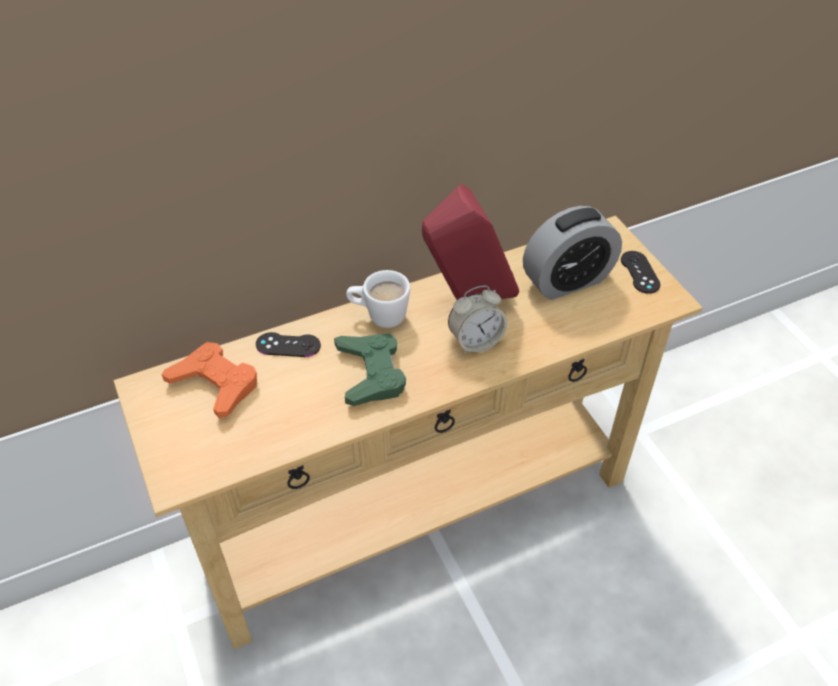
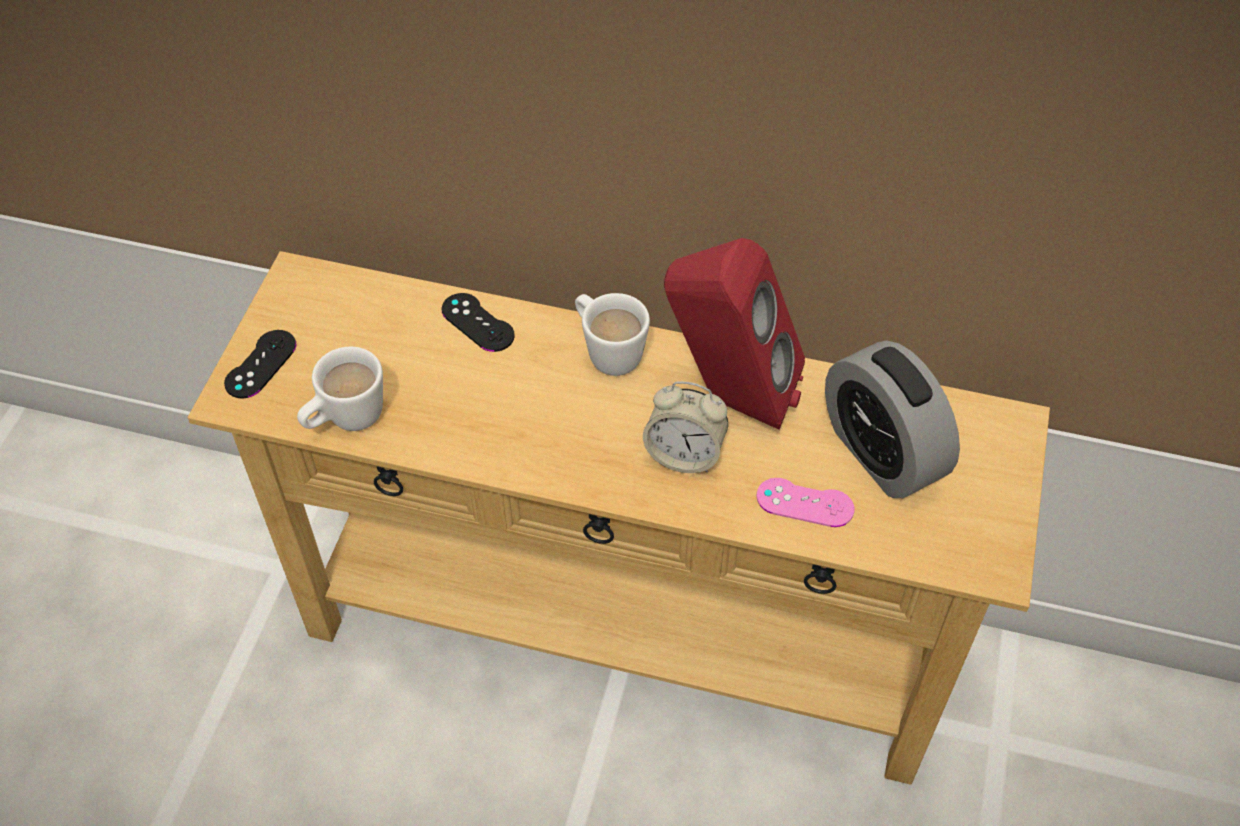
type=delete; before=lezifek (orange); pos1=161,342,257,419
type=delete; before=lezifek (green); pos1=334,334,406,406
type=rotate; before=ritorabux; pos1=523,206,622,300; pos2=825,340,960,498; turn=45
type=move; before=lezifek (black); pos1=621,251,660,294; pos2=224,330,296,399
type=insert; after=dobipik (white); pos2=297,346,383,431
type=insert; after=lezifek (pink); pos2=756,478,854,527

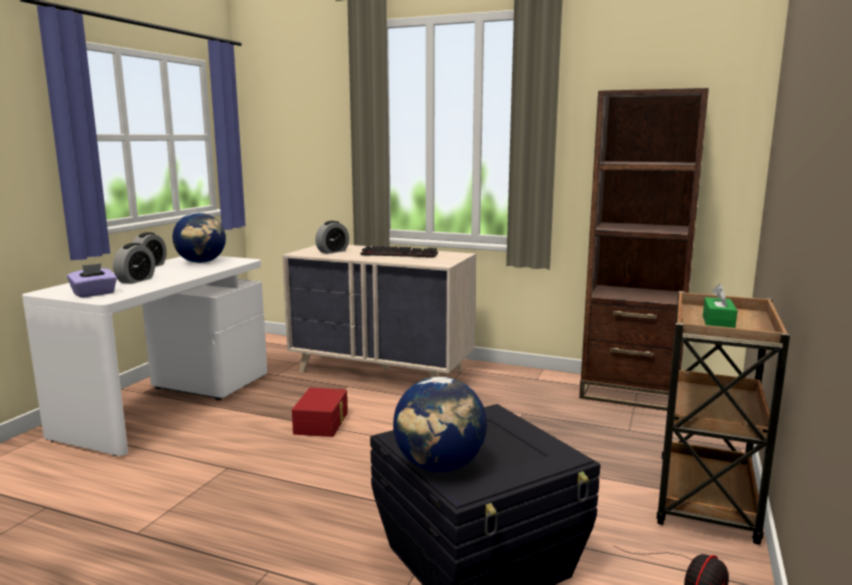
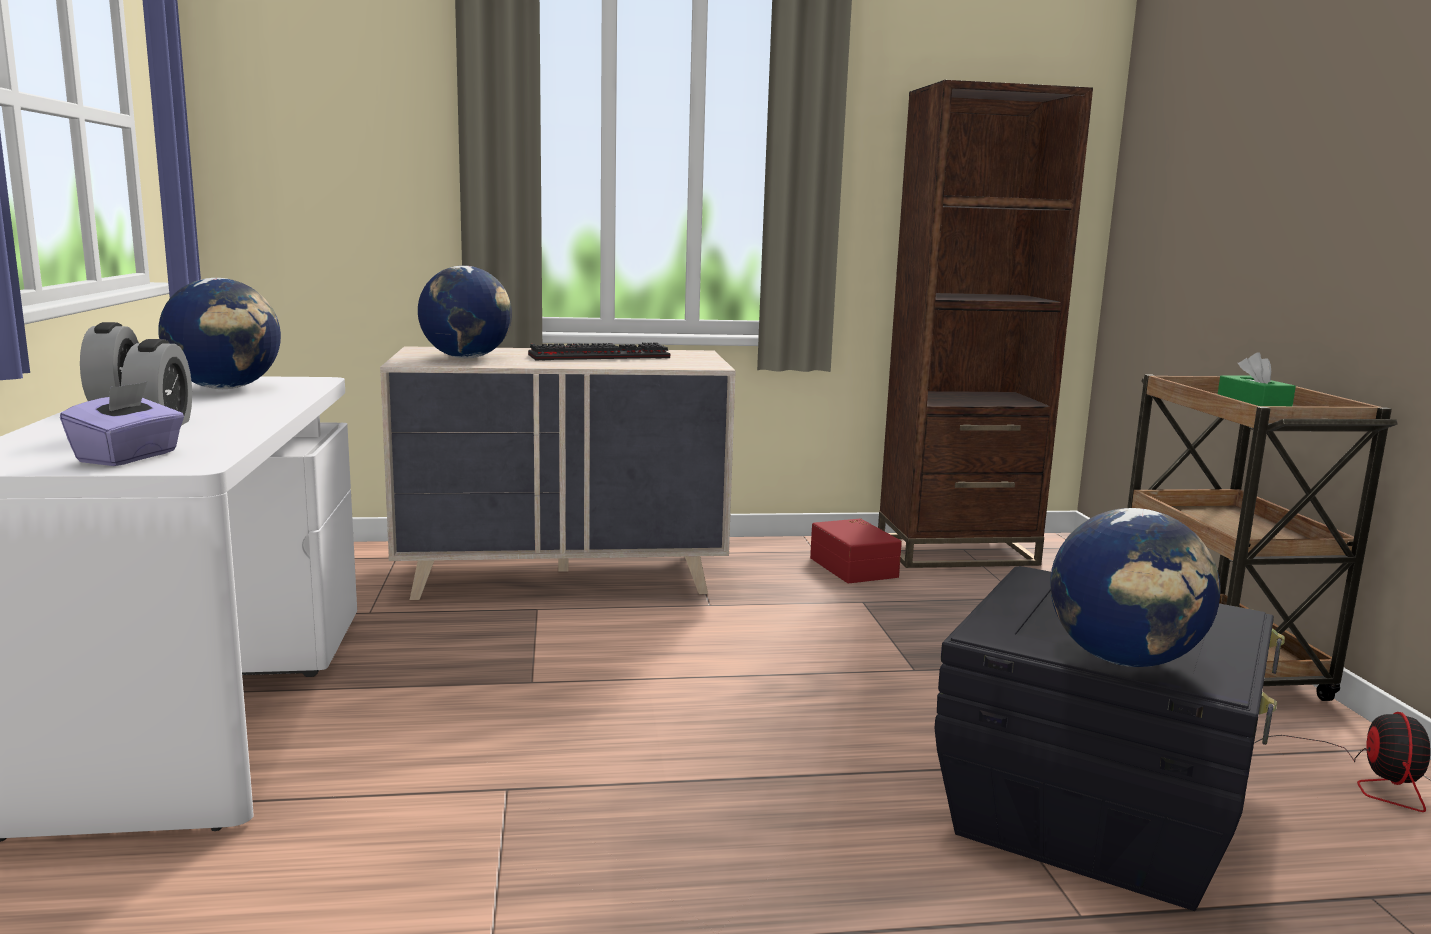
type=move; before=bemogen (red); pos1=292,388,348,437; pos2=810,518,902,583
type=replace; before=ritorabux; after=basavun; pos1=315,221,349,254; pos2=418,266,512,358

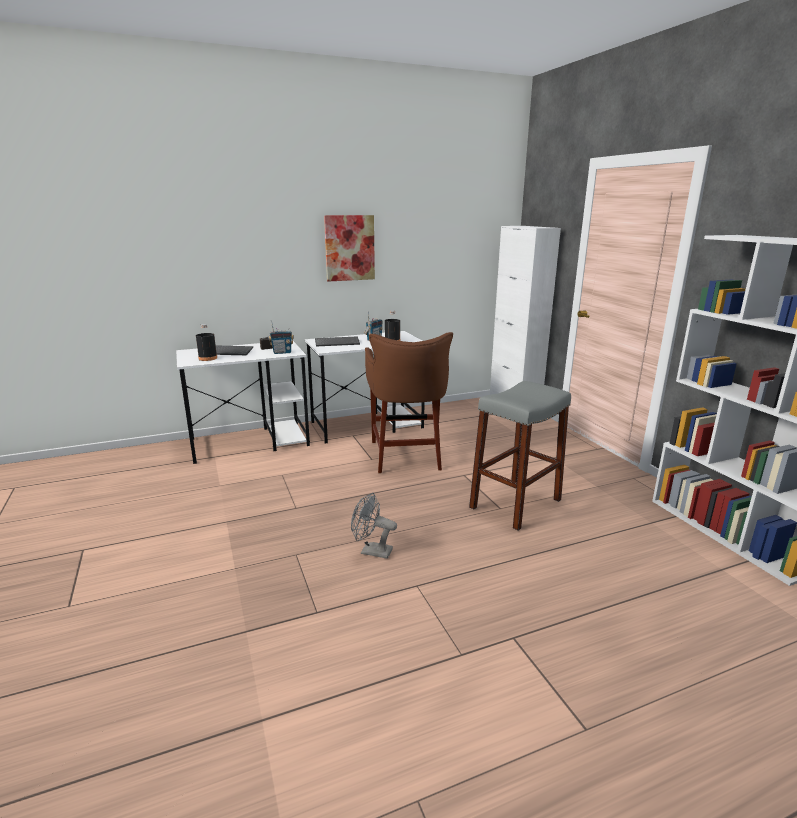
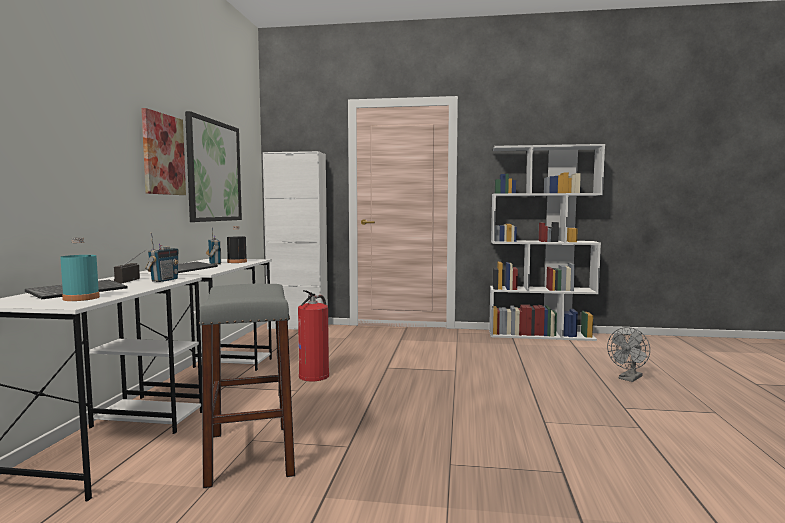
type=recolor; before=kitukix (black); after=kitukix (turquoise); pos1=196,324,217,361; pos2=60,237,100,301
type=move; before=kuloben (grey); pos1=351,493,397,559; pos2=607,327,650,382
type=replace; before=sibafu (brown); after=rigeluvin; pos1=365,332,453,473; pos2=298,290,329,381
type=move; before=sibafu (grey); pos1=469,381,571,530; pos2=199,284,295,488
type=insert; after=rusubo; pos2=185,111,242,222

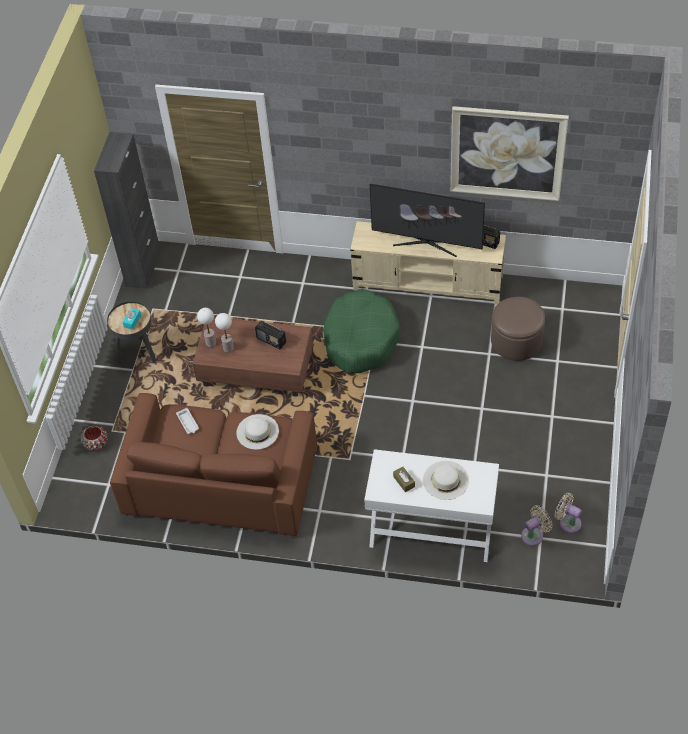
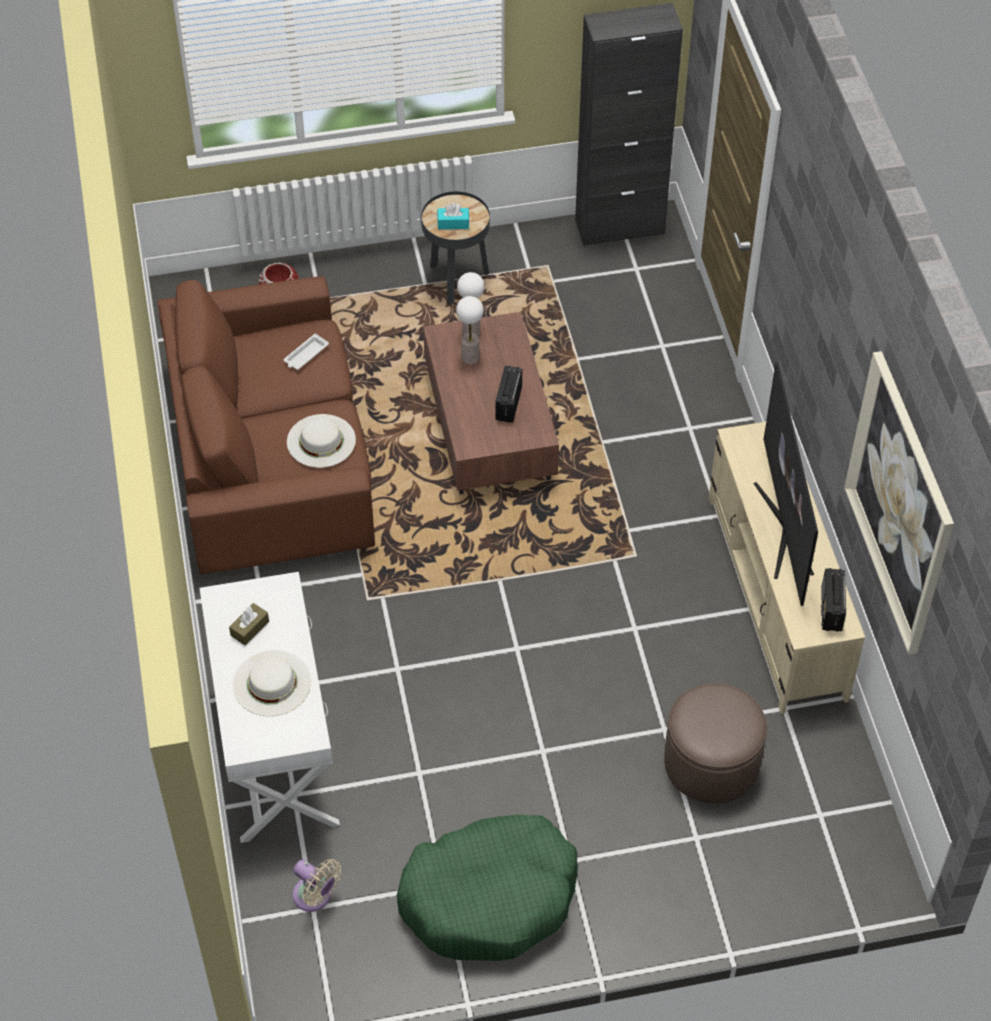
type=move; before=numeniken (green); pos1=323,289,400,373; pos2=397,815,578,961
type=delete; before=kuloben (beige); pos1=555,493,582,533

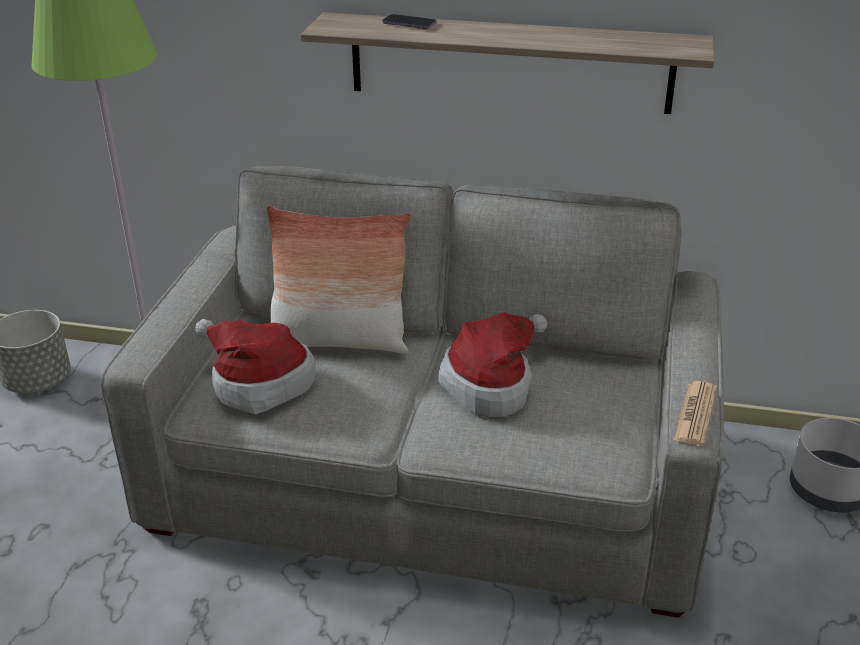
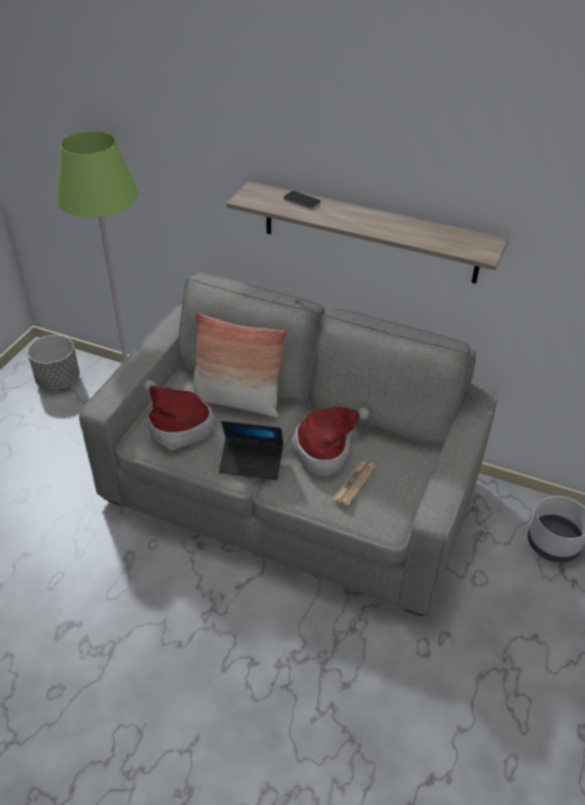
type=move; before=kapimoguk; pos1=673,381,717,446; pos2=333,461,376,506
type=insert; after=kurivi; pos2=219,421,283,480

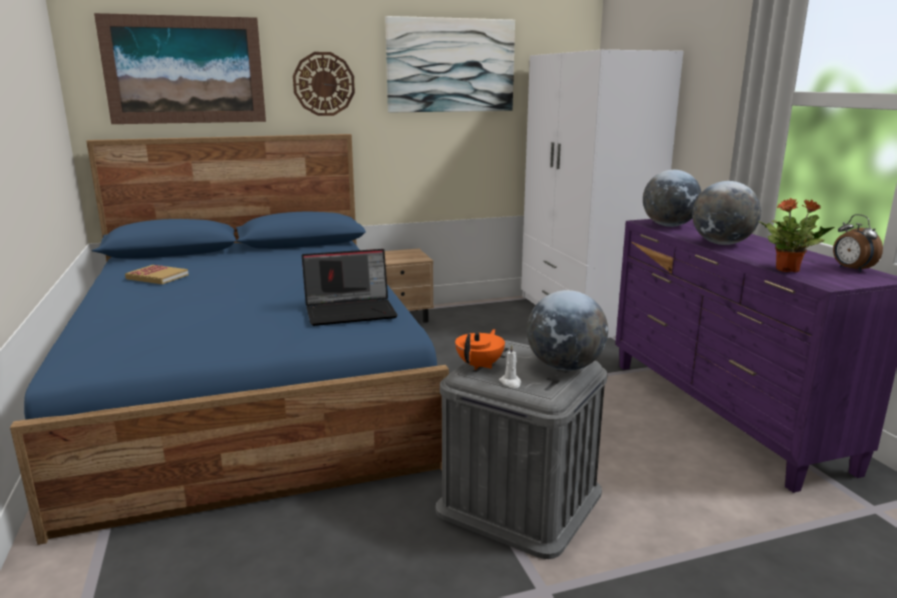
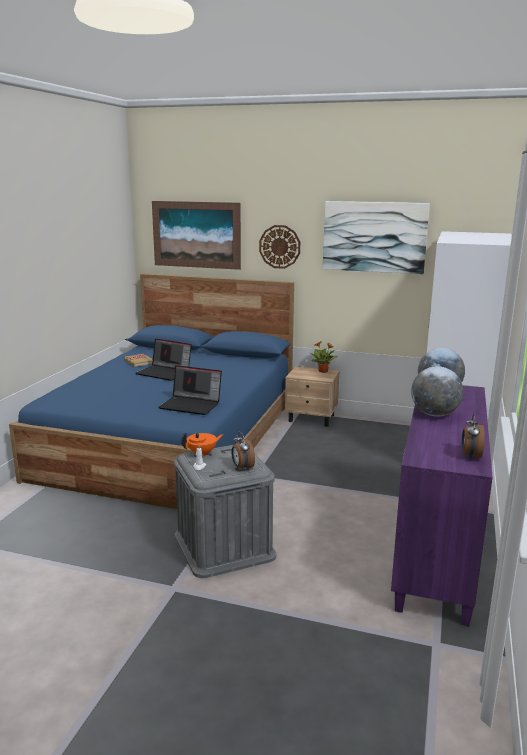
type=replace; before=basavun; after=ritorabux; pos1=527,290,608,371; pos2=231,432,255,471
type=move; before=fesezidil; pos1=758,198,835,273; pos2=311,341,338,373
type=insert; after=kurivi; pos2=136,339,192,381

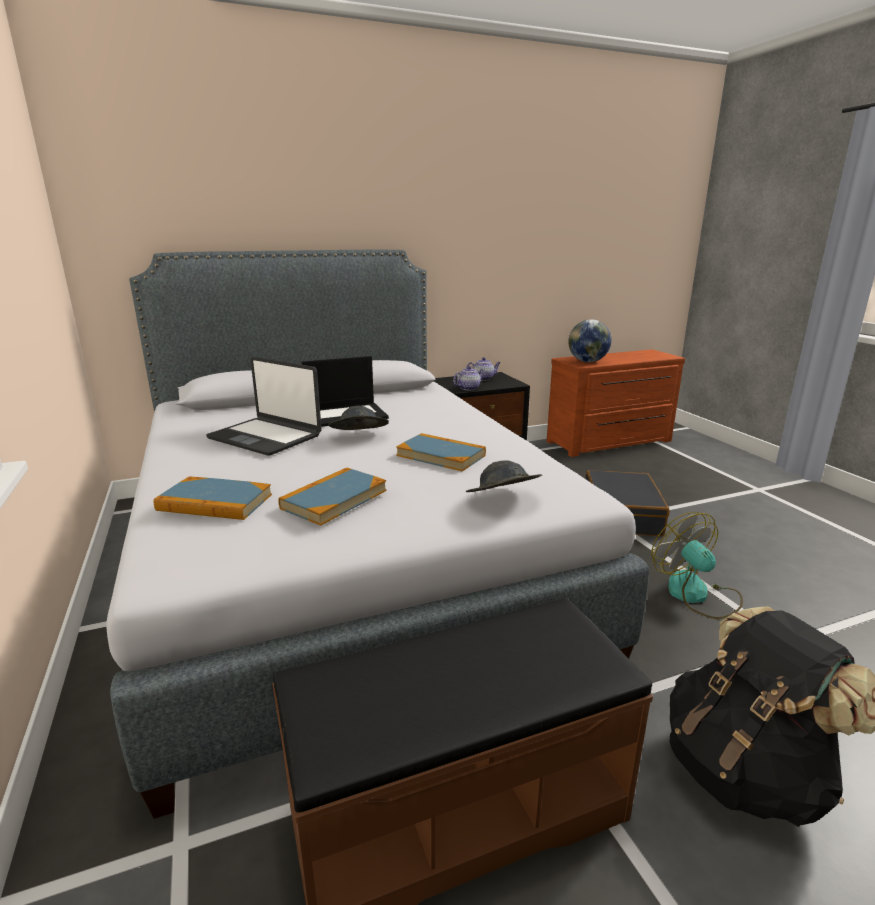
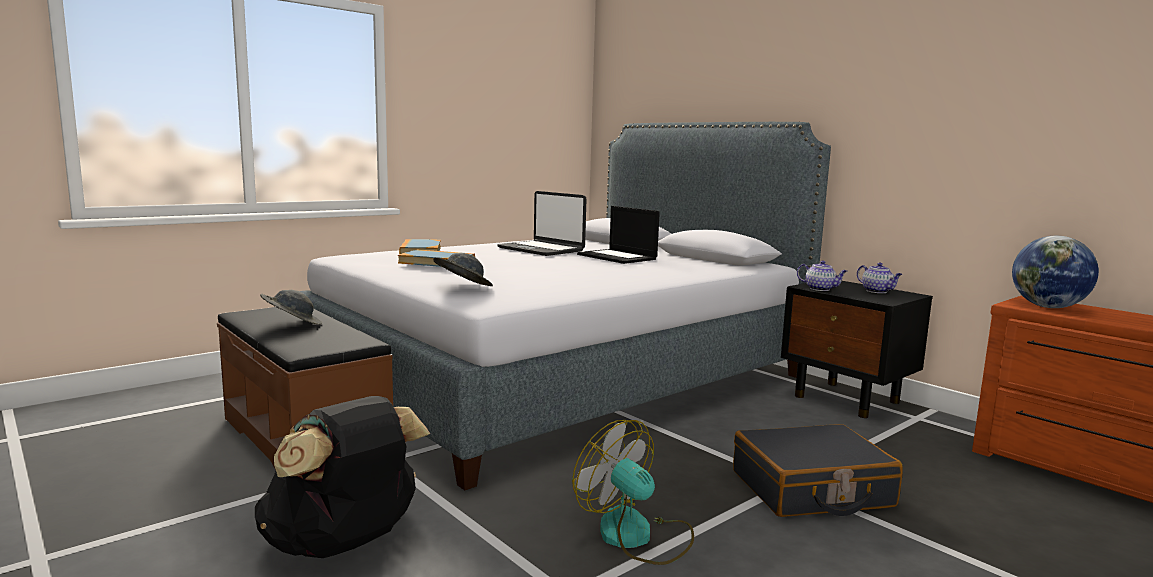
type=rotate; before=kurivi; pos1=206,357,322,456; pos2=497,191,586,256; turn=-60
type=move; before=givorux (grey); pos1=328,406,389,430; pos2=260,290,322,325
type=delete; before=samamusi; pos1=396,433,486,472
type=rotate; before=kuloben; pos1=651,512,743,619; pos2=572,420,694,565; turn=-90

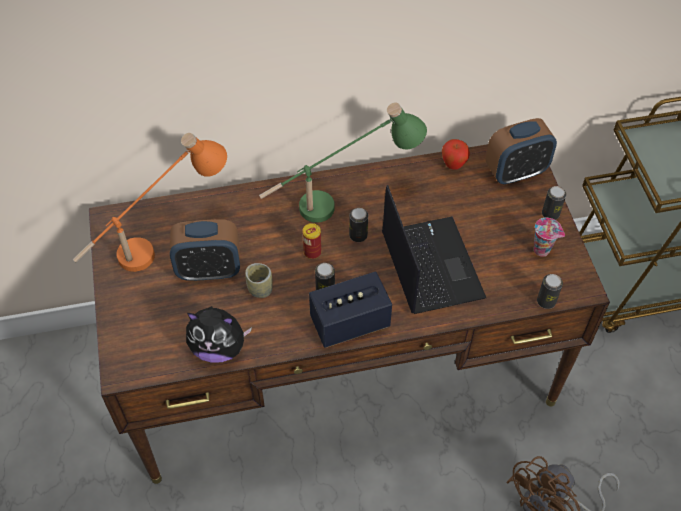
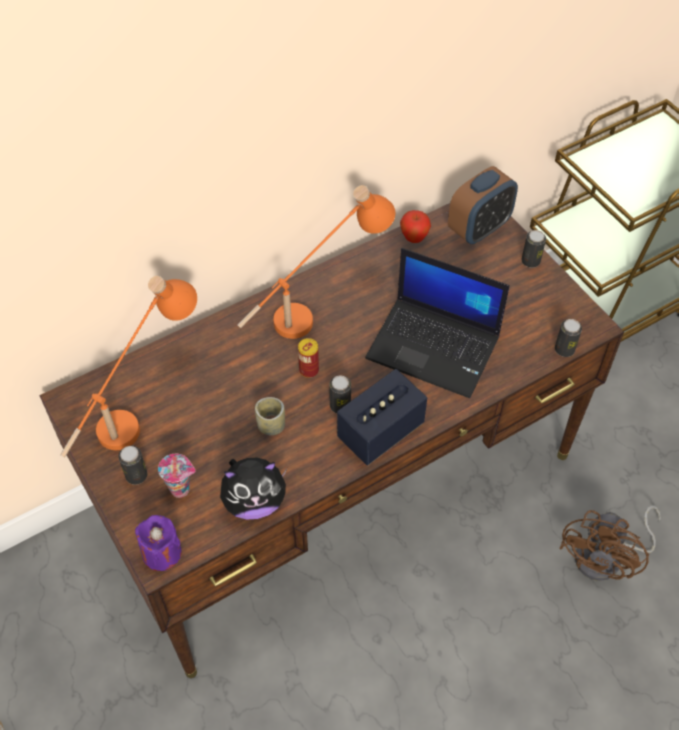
type=delete; before=ritorabux; pos1=170,219,240,281
type=recolor; before=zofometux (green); after=zofometux (orange); pos1=259,103,427,223; pos2=238,185,395,339
type=move; before=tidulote; pos1=349,208,368,242; pos2=118,446,148,485
type=rotate; before=kurivi; pos1=382,185,486,314; pos2=365,248,510,398; turn=150
type=move; before=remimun; pos1=534,218,565,257; pos2=158,454,196,498
type=insert; after=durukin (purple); pos2=135,515,182,571

